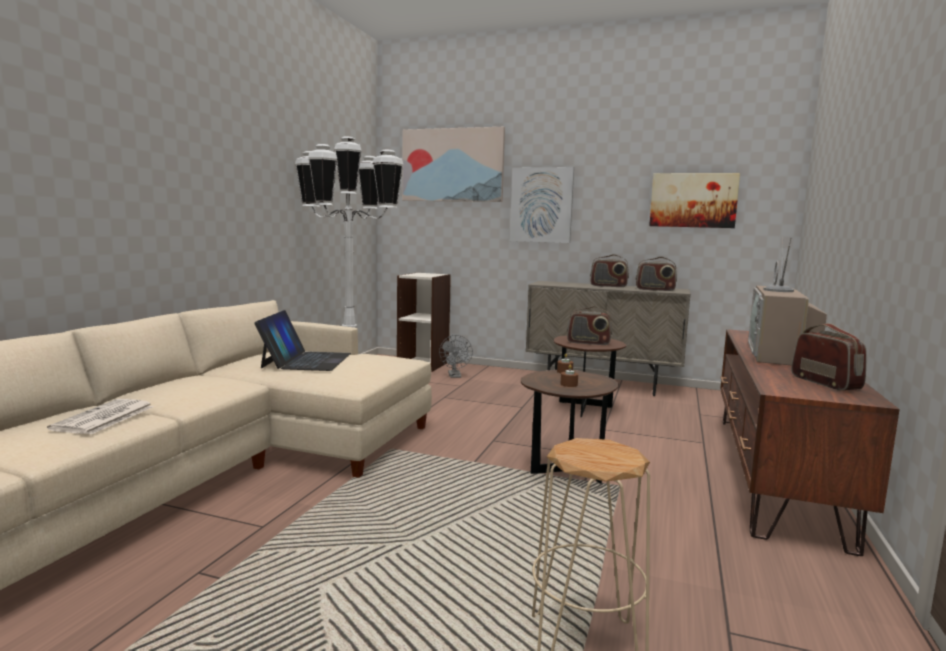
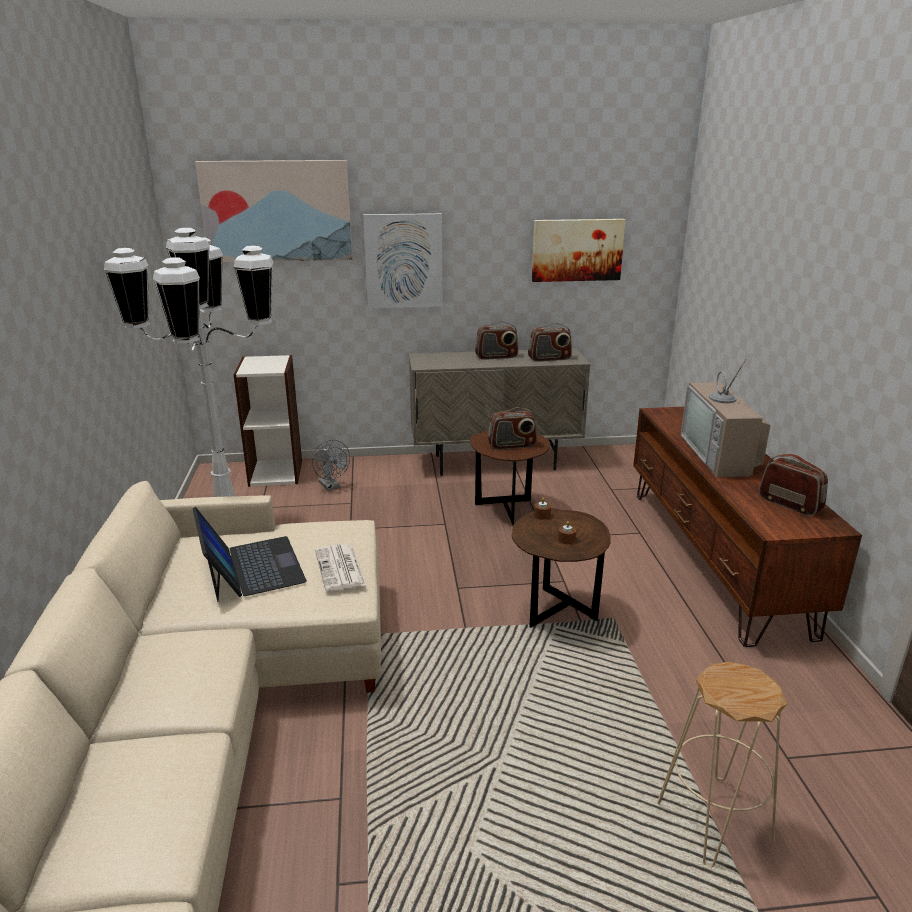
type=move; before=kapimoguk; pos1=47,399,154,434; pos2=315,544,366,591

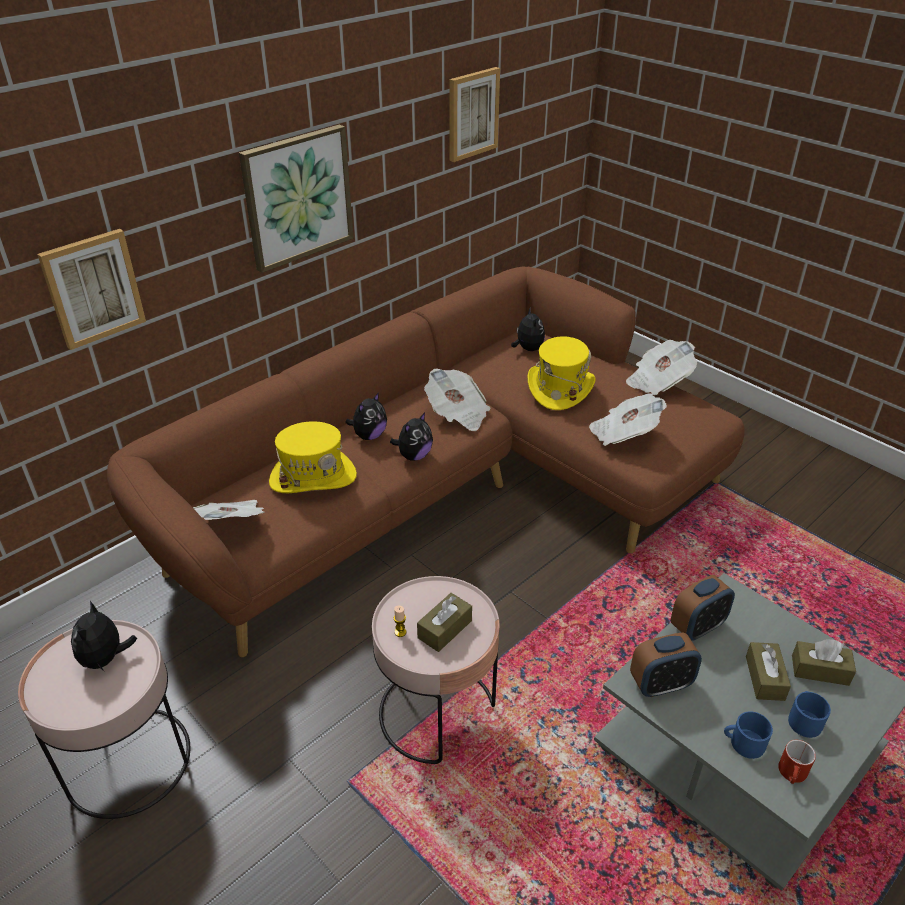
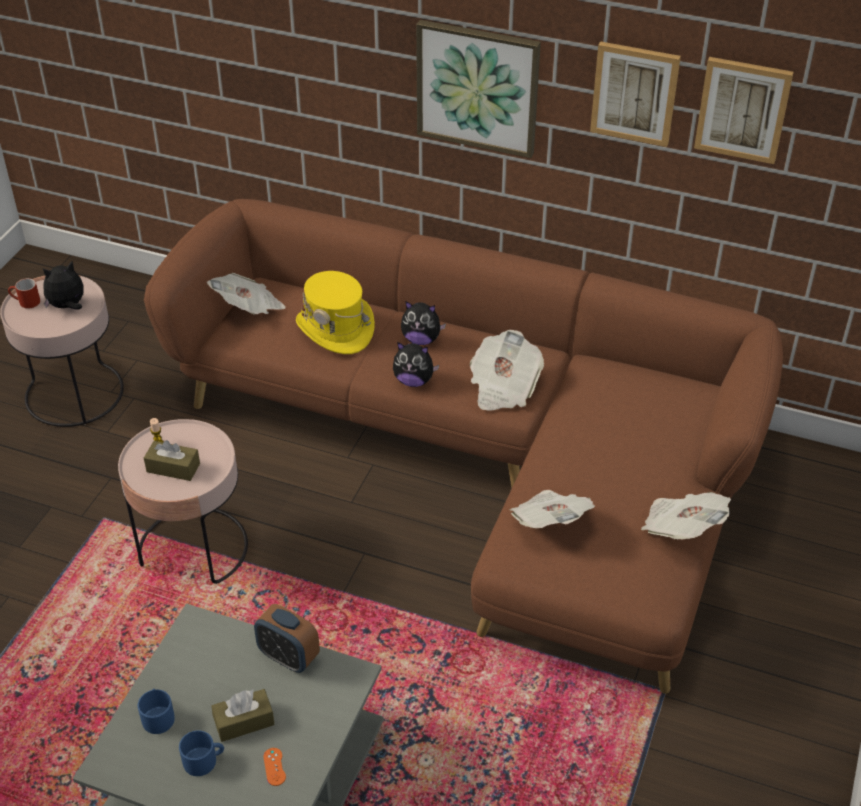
type=move; before=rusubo; pos1=37,229,146,350; pos2=590,41,681,147
type=delete; before=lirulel; pos1=511,308,545,351
type=delete; before=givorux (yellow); pos1=528,336,596,410
type=delete; before=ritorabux; pos1=630,632,702,697
type=move; before=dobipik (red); pos1=778,740,816,784; pos2=8,278,40,309
type=replace; before=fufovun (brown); after=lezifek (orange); pos1=792,639,856,686; pos2=263,748,286,786

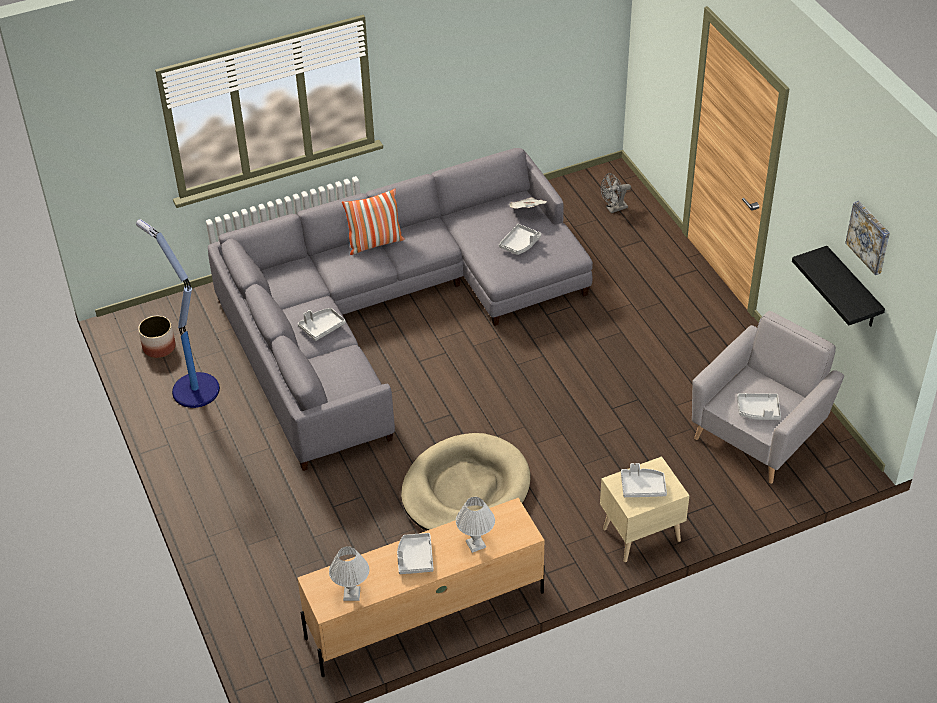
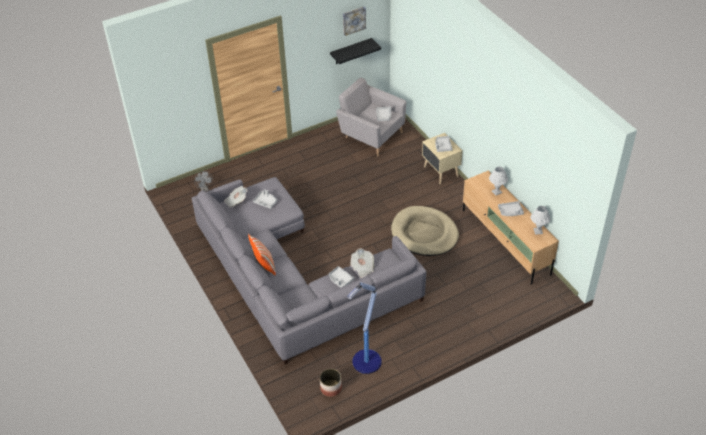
type=insert; after=kapimoguk; pos2=350,248,374,278

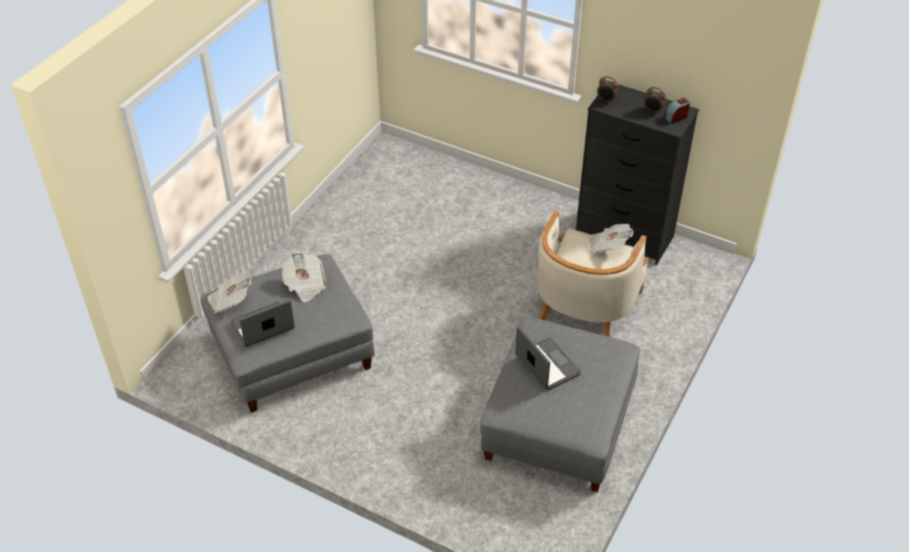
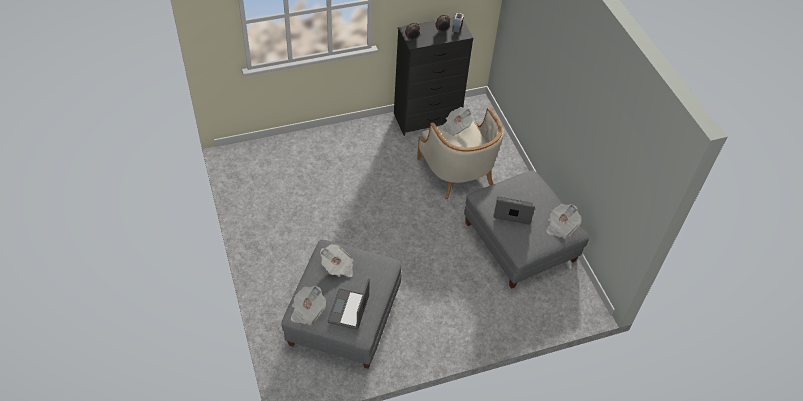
type=insert; after=kapimoguk; pos2=546,204,581,238

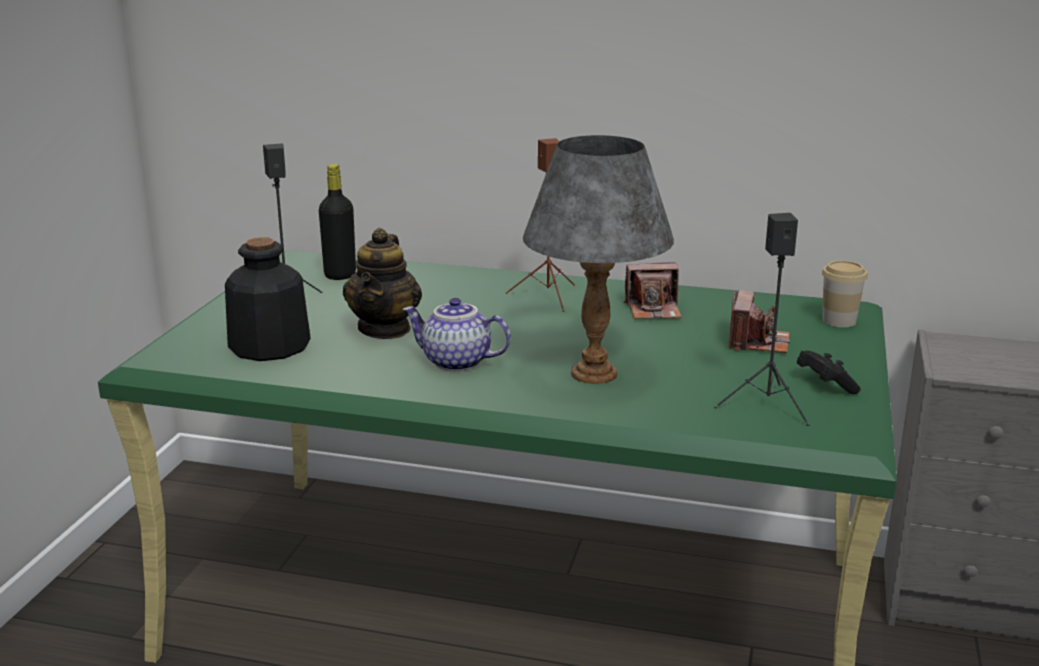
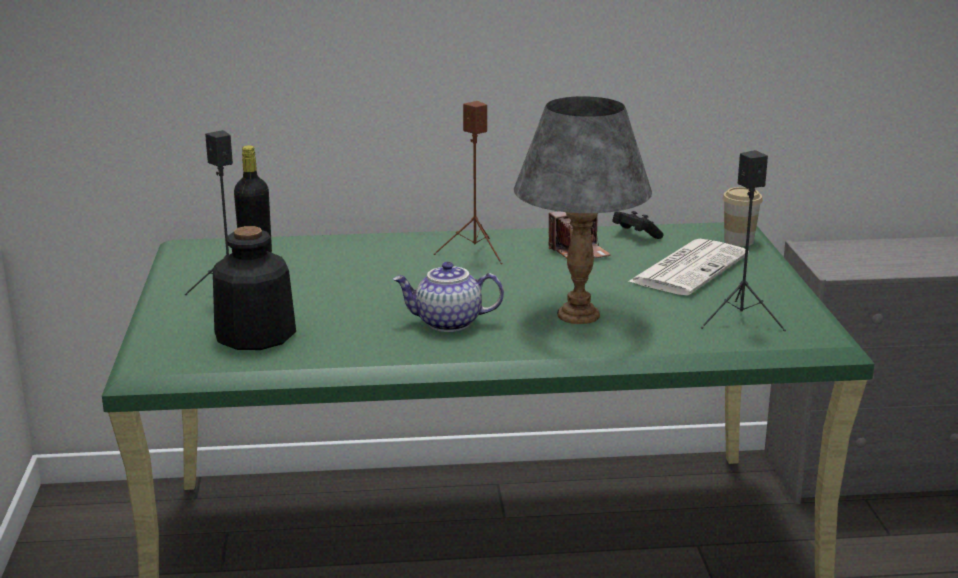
type=delete; before=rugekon; pos1=343,228,422,339
type=replace; before=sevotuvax; after=kapimoguk; pos1=729,290,790,353; pos2=628,239,749,295
type=move; before=lezifek (black); pos1=797,350,860,394; pos2=612,211,664,239

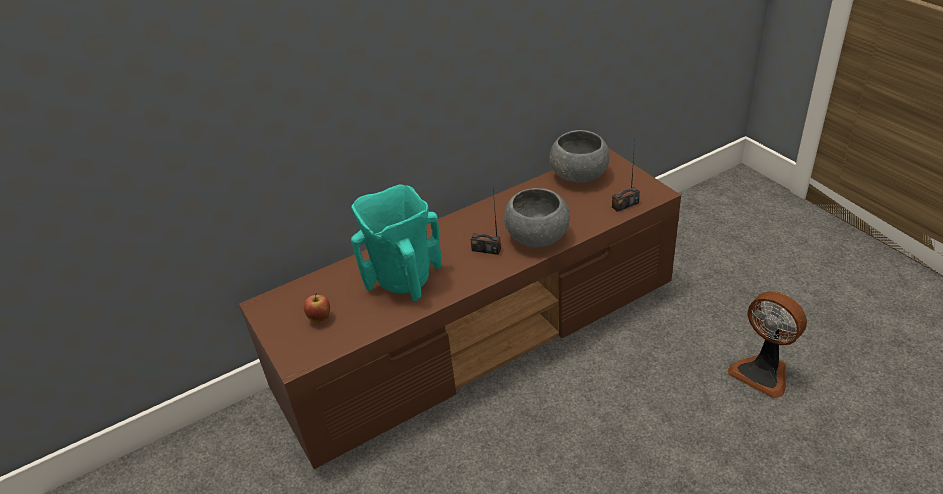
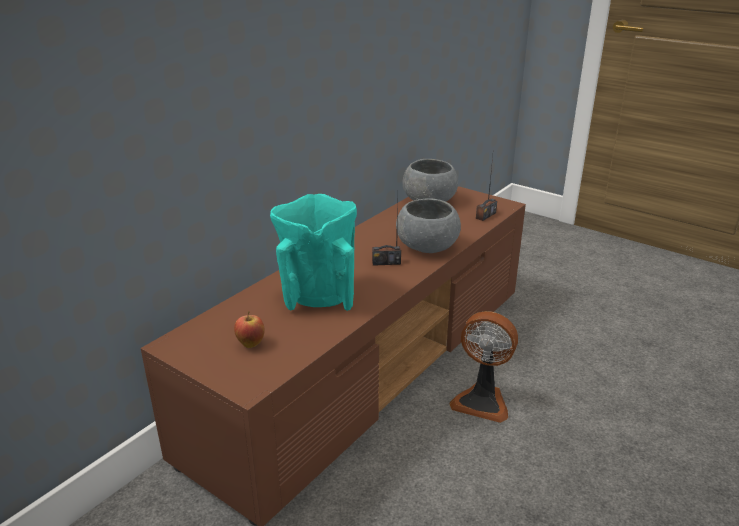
type=move; before=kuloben; pos1=728,291,807,399; pos2=449,311,518,423

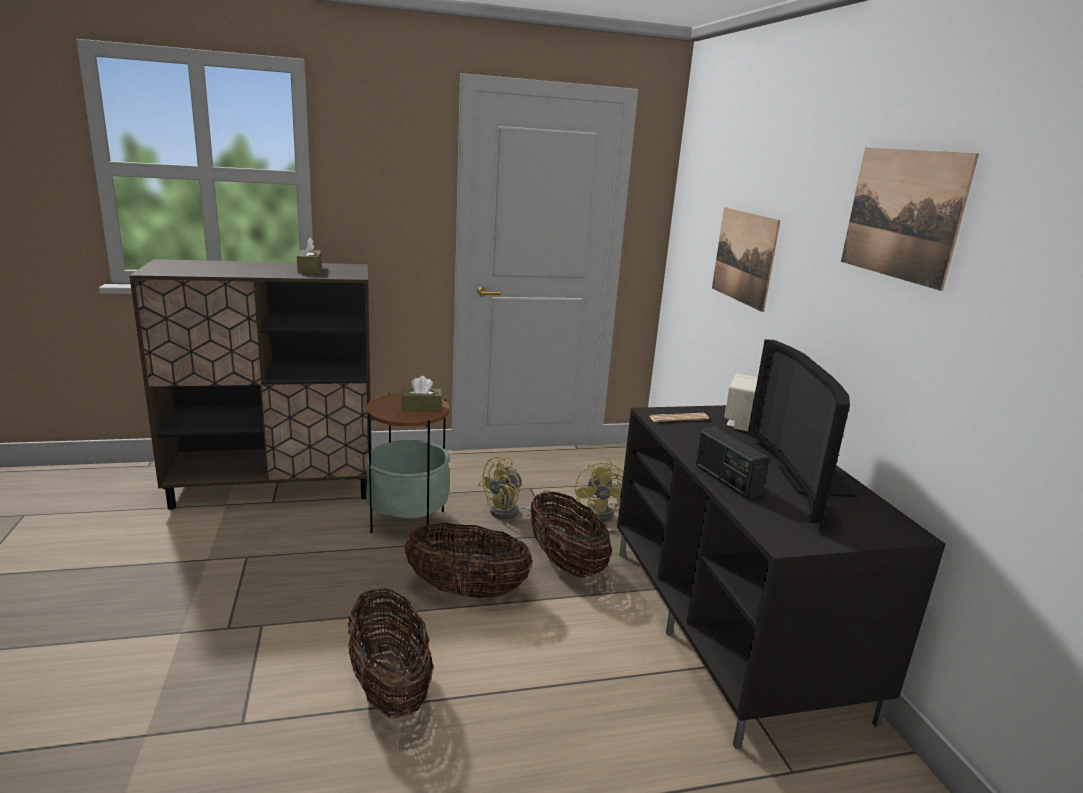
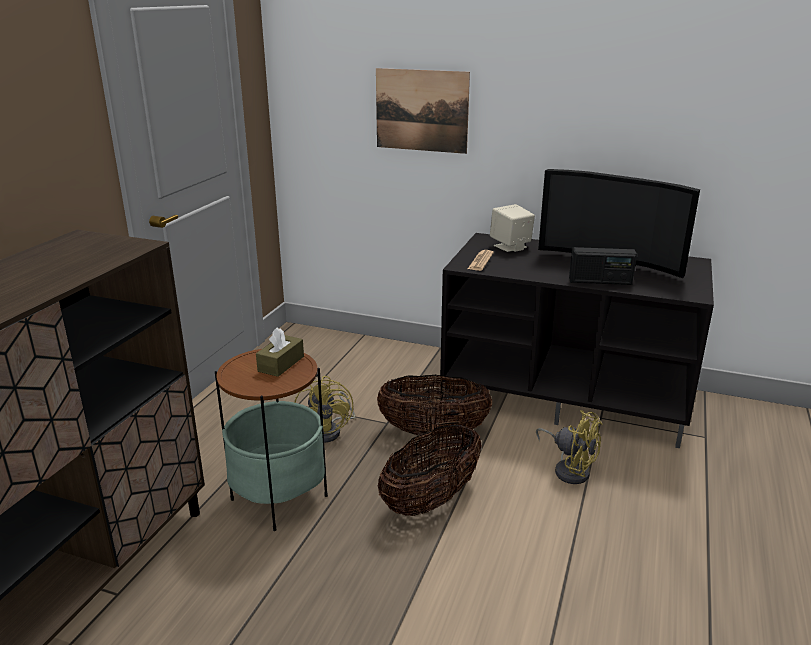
type=delete; before=fufovun (brown); pos1=297,237,322,274
type=delete; before=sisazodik; pos1=348,588,433,719
type=move; before=kuloben (yellow); pos1=575,460,623,522; pos2=536,410,603,484
type=delete; before=rusubo; pos1=841,148,979,291

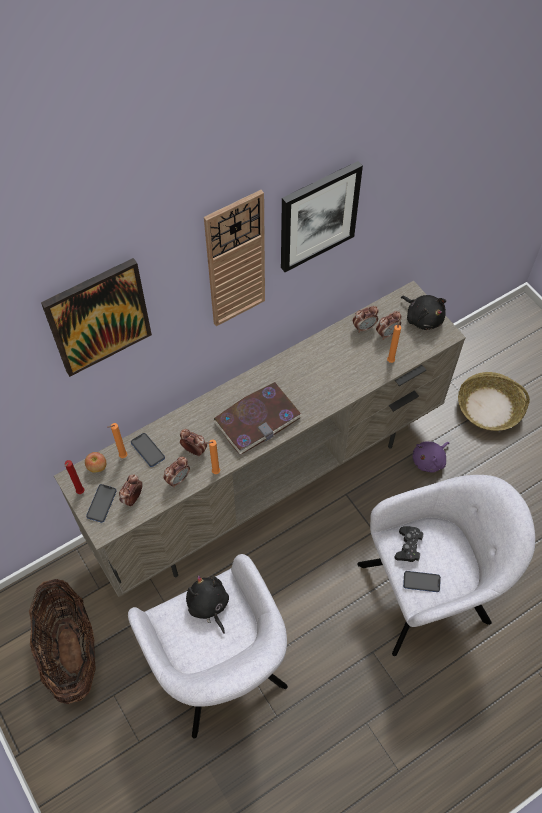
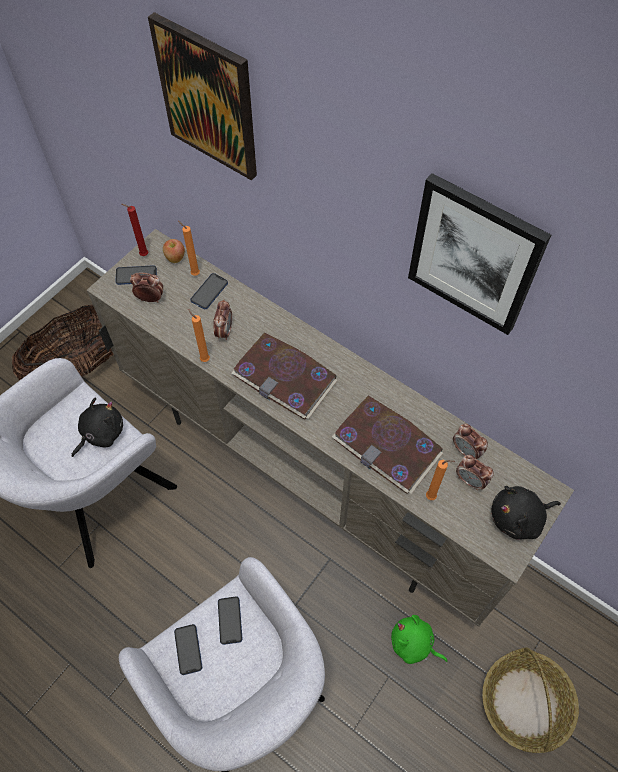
type=delete; before=ritorabux; pos1=163,457,190,487
type=delete; before=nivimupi; pos1=204,190,265,326
type=replace; before=lezifek (black); after=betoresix; pos1=394,526,424,562; pos2=218,596,243,645
type=rotate; before=lirulel (black); pos1=401,295,446,330; pos2=492,486,561,540; turn=45
type=recolor; before=lirulel (purple); after=lirulel (green); pos1=413,442,449,473; pos2=391,615,447,664
type=insert; after=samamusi; pos2=332,396,443,494

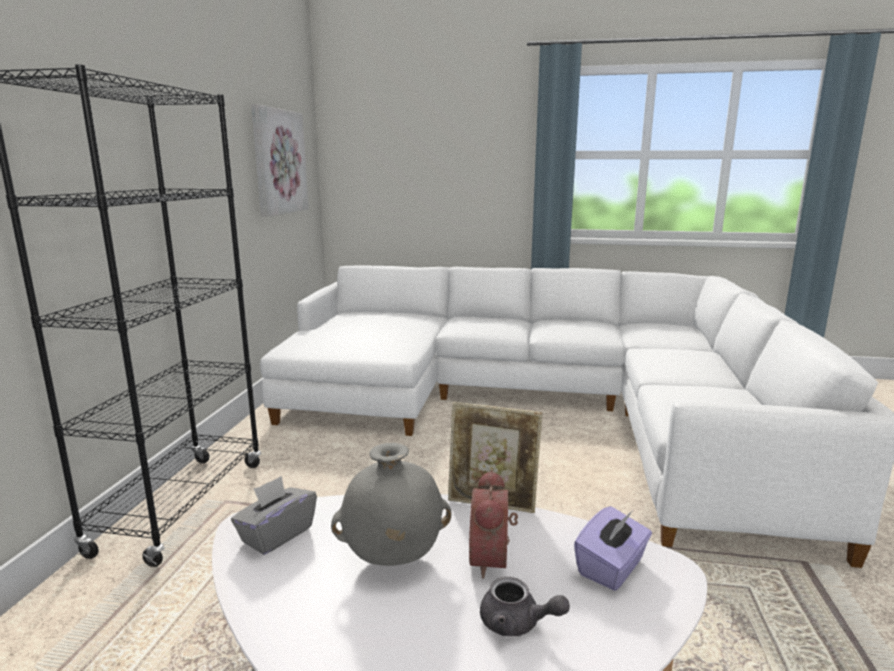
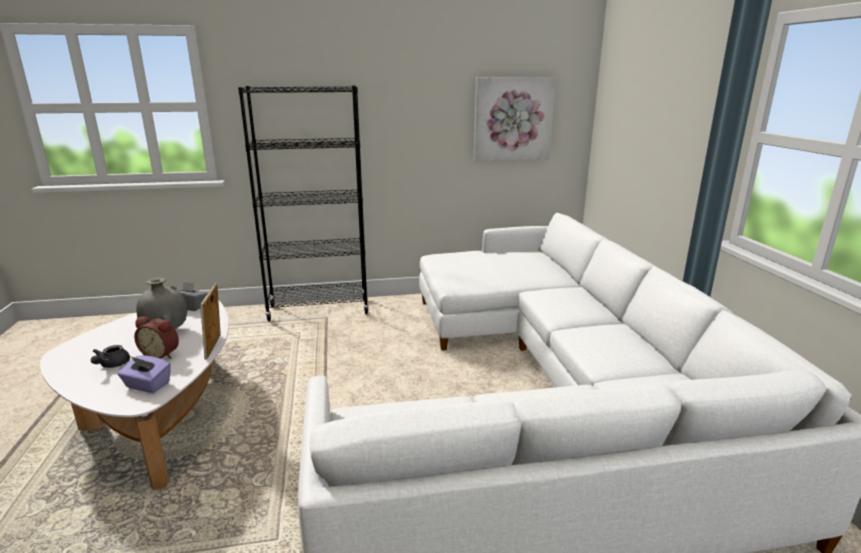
type=rotate; before=ritorabux; pos1=469,470,518,579; pos2=134,316,179,359; turn=-150

